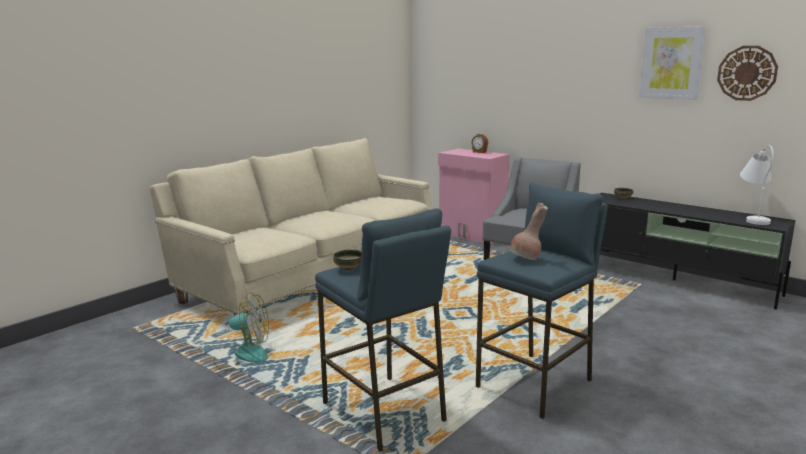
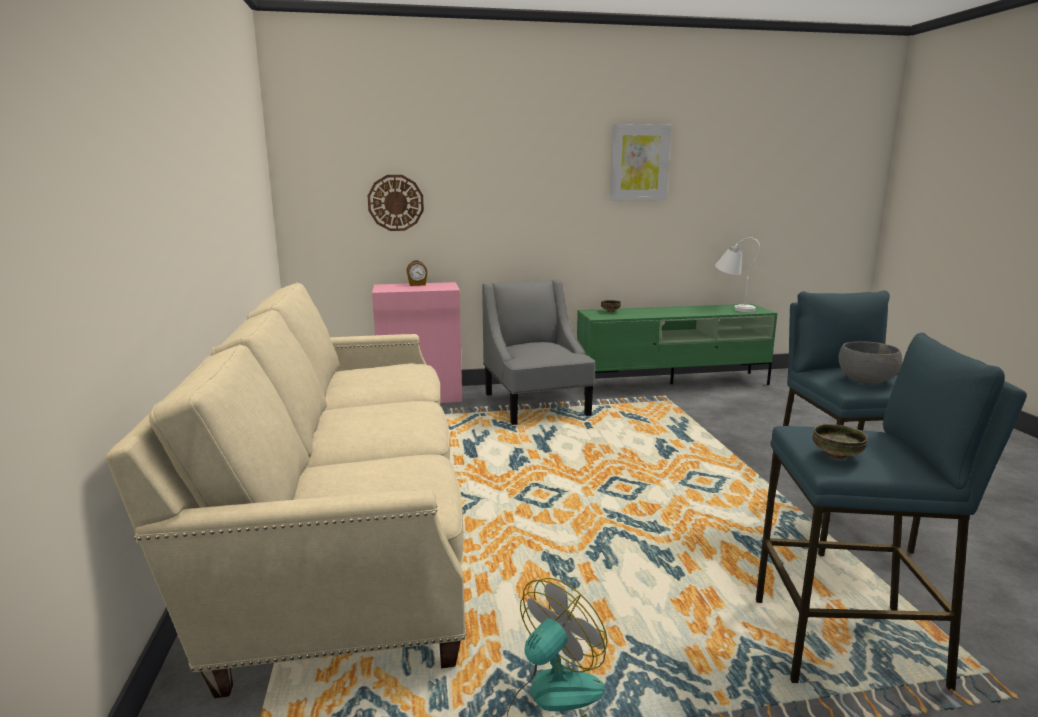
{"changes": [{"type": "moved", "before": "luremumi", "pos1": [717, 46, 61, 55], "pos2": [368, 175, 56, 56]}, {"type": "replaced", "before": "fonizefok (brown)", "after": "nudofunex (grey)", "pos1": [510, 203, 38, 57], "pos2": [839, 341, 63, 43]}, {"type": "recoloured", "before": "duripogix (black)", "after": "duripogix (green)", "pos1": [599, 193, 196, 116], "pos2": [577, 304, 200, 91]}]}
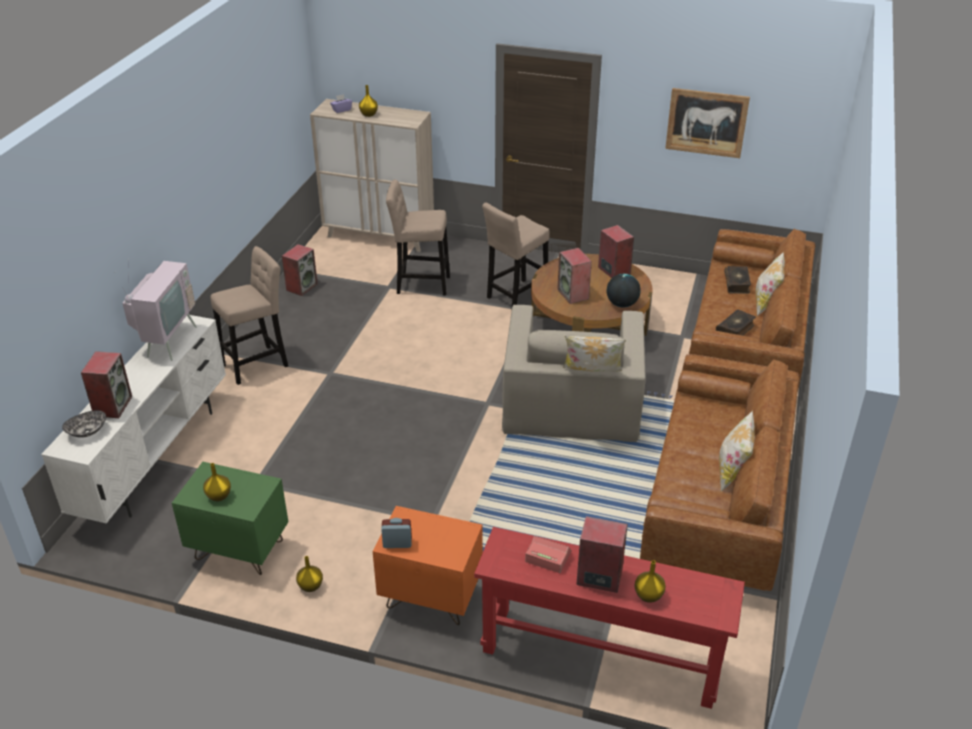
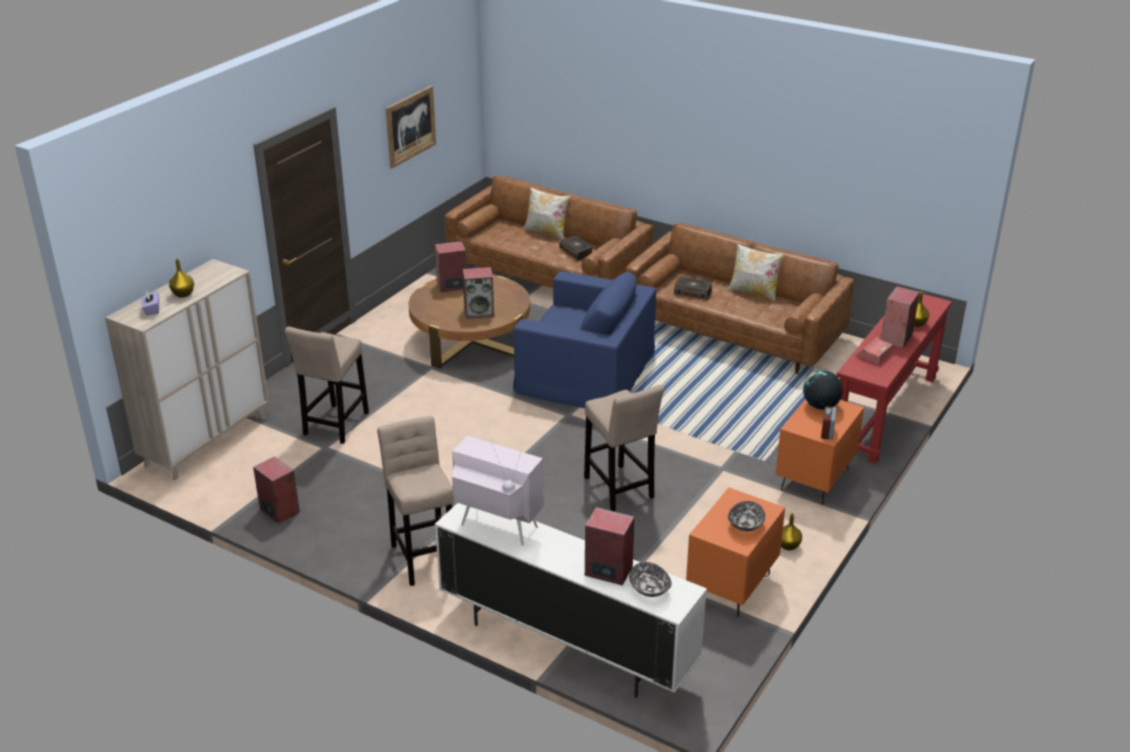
{"changes": [{"type": "removed", "before": "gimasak", "pos1": [563, 336, 63, 36]}, {"type": "moved", "before": "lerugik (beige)", "pos1": [482, 203, 68, 109], "pos2": [584, 385, 80, 126]}, {"type": "moved", "before": "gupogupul", "pos1": [607, 274, 34, 34], "pos2": [803, 371, 40, 39]}, {"type": "moved", "before": "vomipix", "pos1": [724, 266, 27, 28], "pos2": [674, 276, 38, 24]}, {"type": "replaced", "before": "fonizefok (yellow)", "after": "nudofunex", "pos1": [203, 463, 28, 38], "pos2": [728, 501, 37, 31]}, {"type": "recoloured", "before": "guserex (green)", "after": "guserex (orange)", "pos1": [172, 462, 116, 113], "pos2": [686, 488, 99, 129]}, {"type": "recoloured", "before": "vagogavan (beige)", "after": "vagogavan (blue)", "pos1": [502, 305, 144, 137], "pos2": [513, 271, 143, 137]}]}
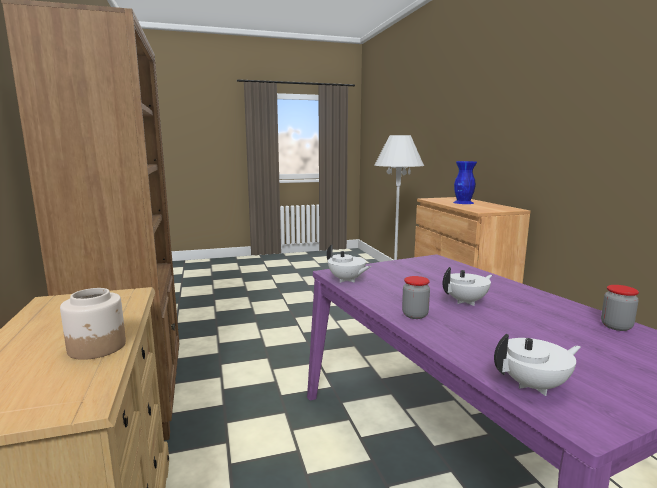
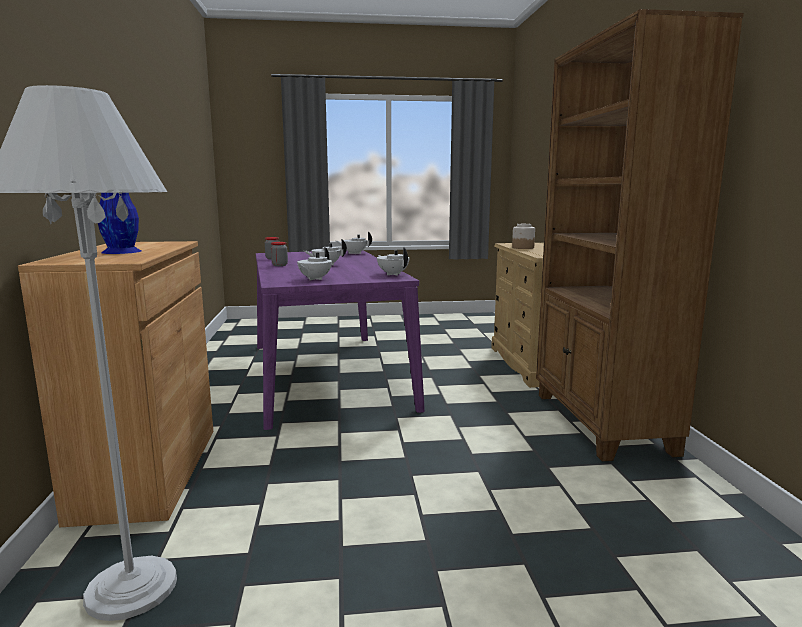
{"changes": [{"type": "added", "after": "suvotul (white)", "pos2": [297, 247, 35, 34]}, {"type": "moved", "before": "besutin", "pos1": [402, 276, 28, 43], "pos2": [271, 242, 17, 24]}]}
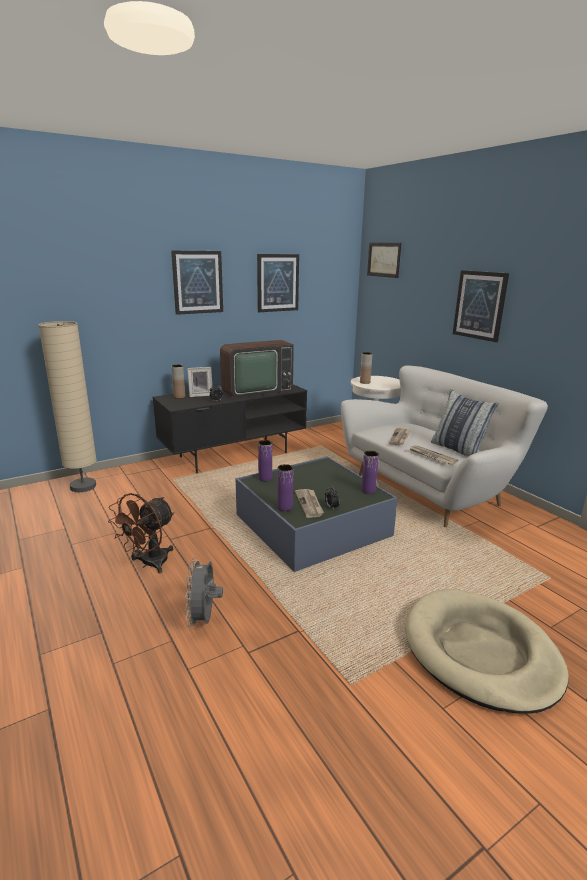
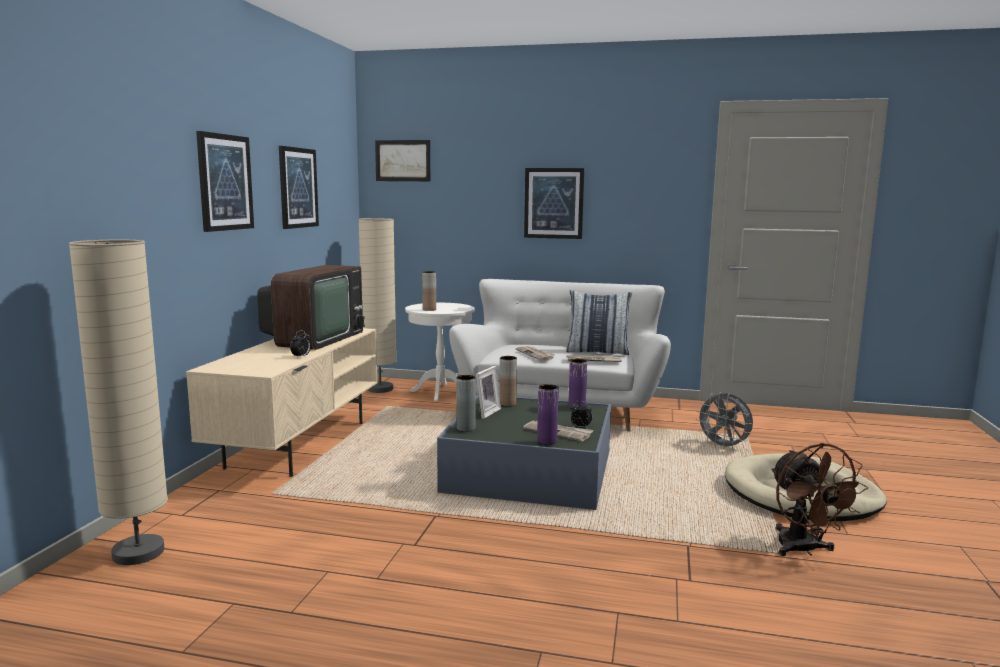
{"changes": [{"type": "added", "after": "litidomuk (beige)", "pos2": [358, 218, 39, 175]}, {"type": "moved", "before": "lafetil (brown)", "pos1": [108, 493, 67, 80], "pos2": [771, 443, 97, 113]}, {"type": "moved", "before": "fonizefok (brown)", "pos1": [171, 364, 14, 35], "pos2": [499, 356, 18, 50]}, {"type": "moved", "before": "lafetil (grey)", "pos1": [185, 557, 38, 71], "pos2": [695, 392, 58, 58]}, {"type": "moved", "before": "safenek", "pos1": [187, 367, 25, 30], "pos2": [476, 366, 25, 53]}, {"type": "recoloured", "before": "duripogix (black)", "after": "duripogix (beige)", "pos1": [153, 384, 154, 89], "pos2": [186, 328, 191, 149]}, {"type": "recoloured", "before": "fonizefok (purple)", "after": "fonizefok (grey)", "pos1": [258, 440, 14, 41], "pos2": [456, 375, 20, 57]}]}
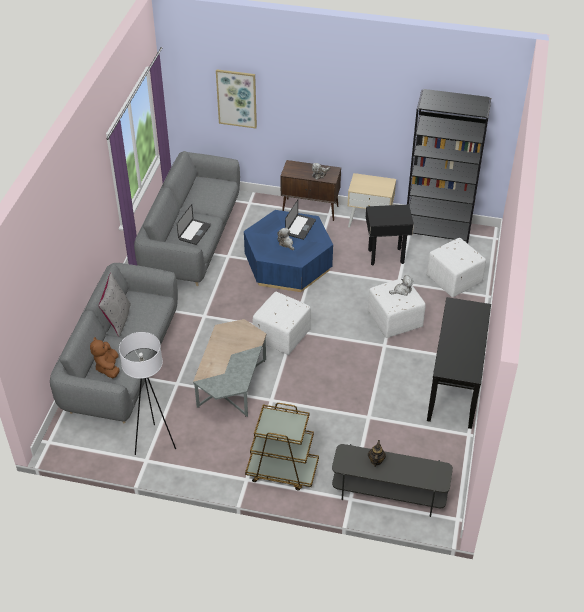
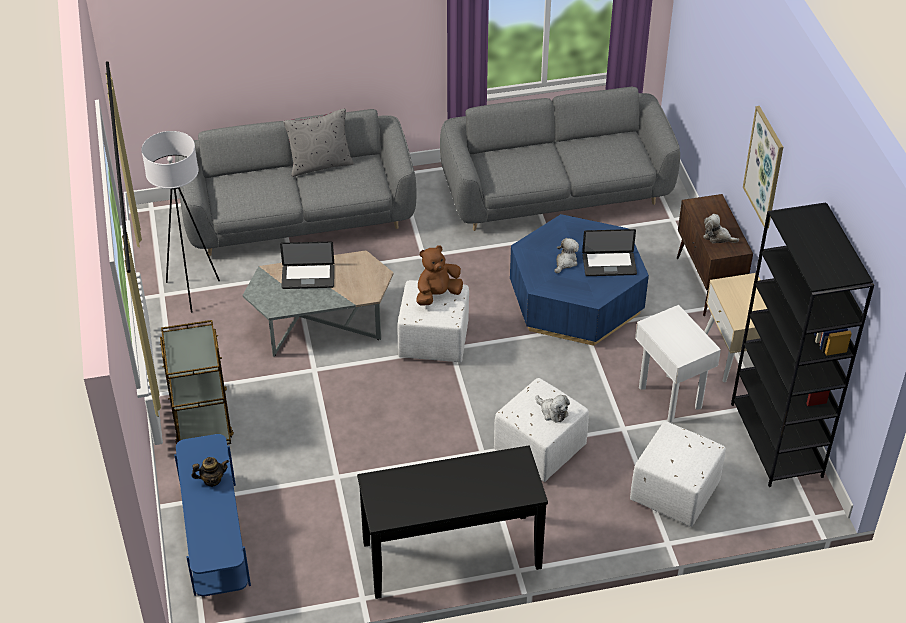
{"changes": [{"type": "moved", "before": "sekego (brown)", "pos1": [90, 337, 30, 41], "pos2": [416, 245, 47, 61]}, {"type": "moved", "before": "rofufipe", "pos1": [177, 204, 34, 41], "pos2": [280, 241, 54, 48]}, {"type": "moved", "before": "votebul", "pos1": [216, 69, 41, 60], "pos2": [743, 106, 40, 122]}, {"type": "recoloured", "before": "duripogix (grey)", "after": "duripogix (blue)", "pos1": [332, 444, 121, 73], "pos2": [174, 434, 77, 162]}, {"type": "recoloured", "before": "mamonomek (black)", "after": "mamonomek (white)", "pos1": [366, 204, 48, 61], "pos2": [635, 305, 86, 118]}]}
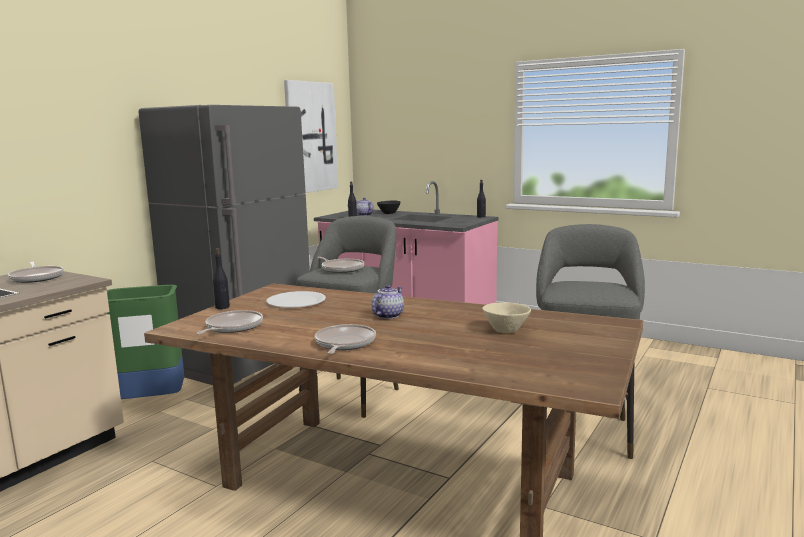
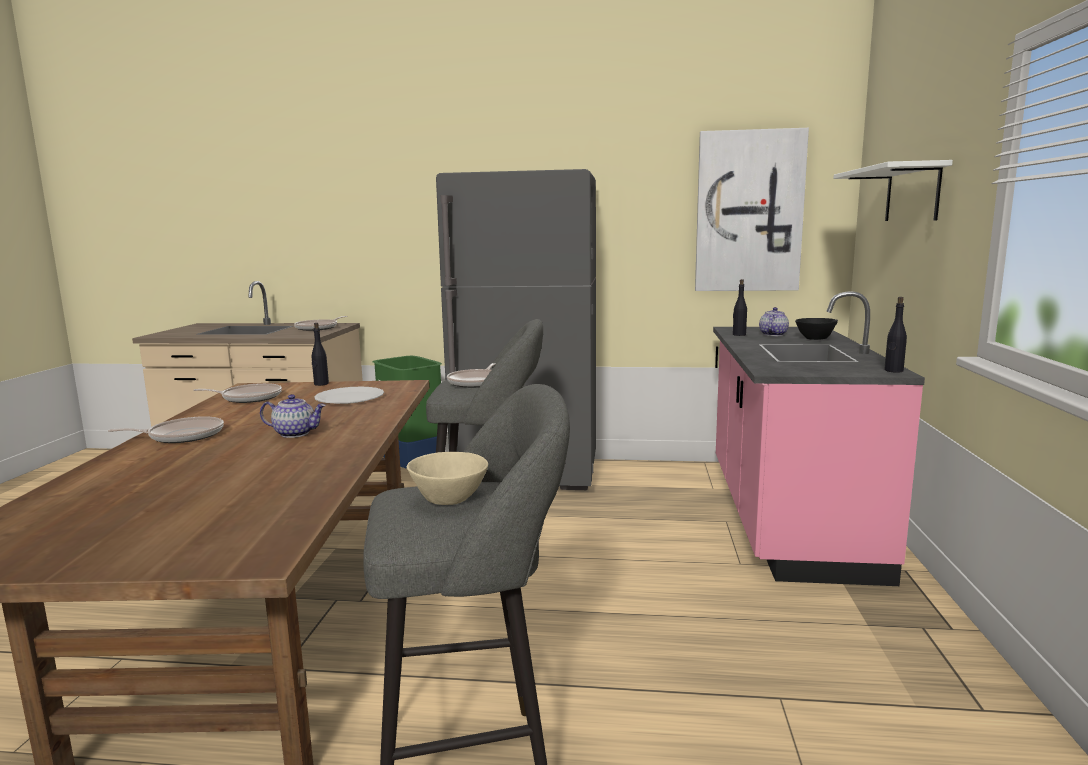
{"changes": [{"type": "added", "after": "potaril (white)", "pos2": [833, 160, 120, 61]}, {"type": "moved", "before": "nudofunex (beige)", "pos1": [482, 302, 49, 31], "pos2": [406, 452, 82, 53]}]}
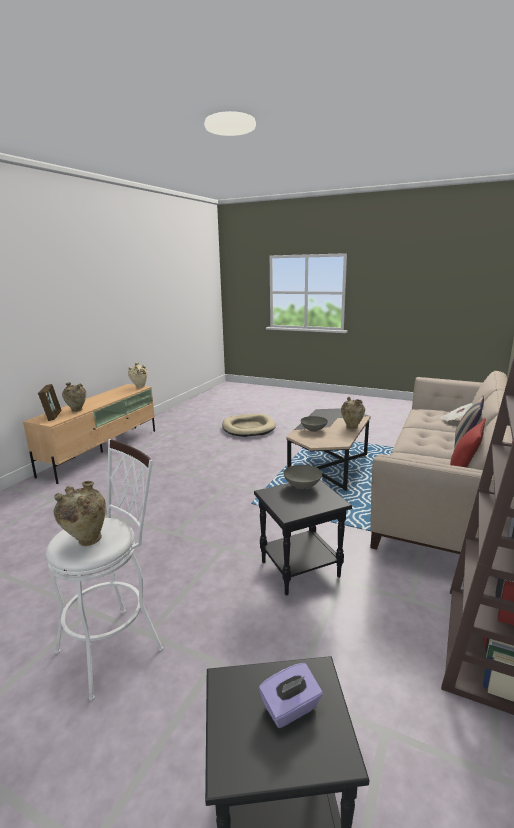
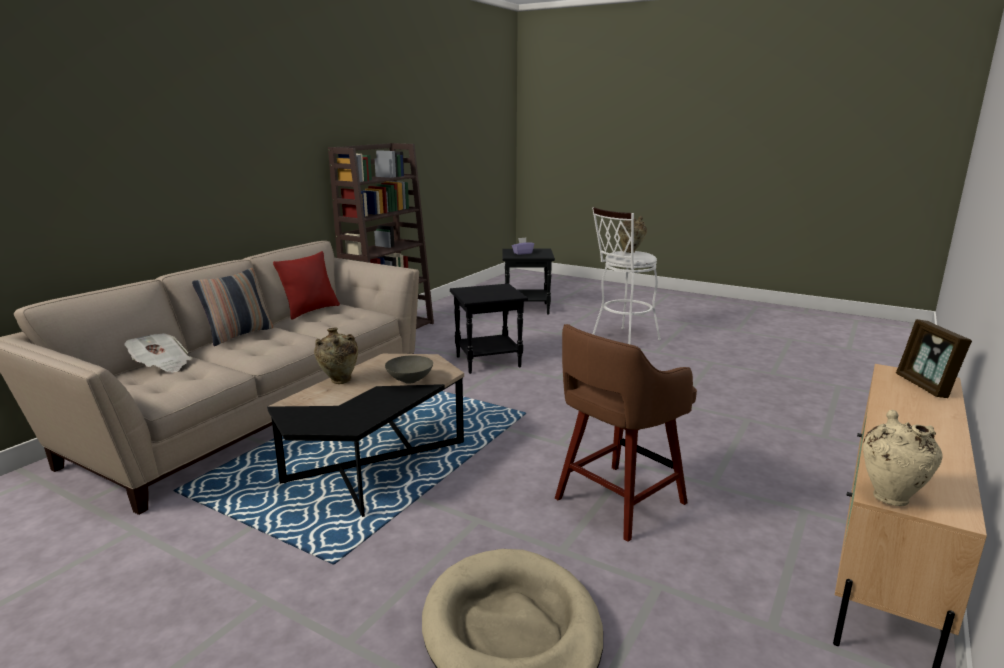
{"changes": [{"type": "removed", "before": "fonizefok (beige)", "pos1": [62, 382, 24, 30]}, {"type": "removed", "before": "nudofunex (grey)", "pos1": [283, 465, 39, 24]}, {"type": "added", "after": "lerugik (brown)", "pos2": [555, 324, 142, 218]}]}
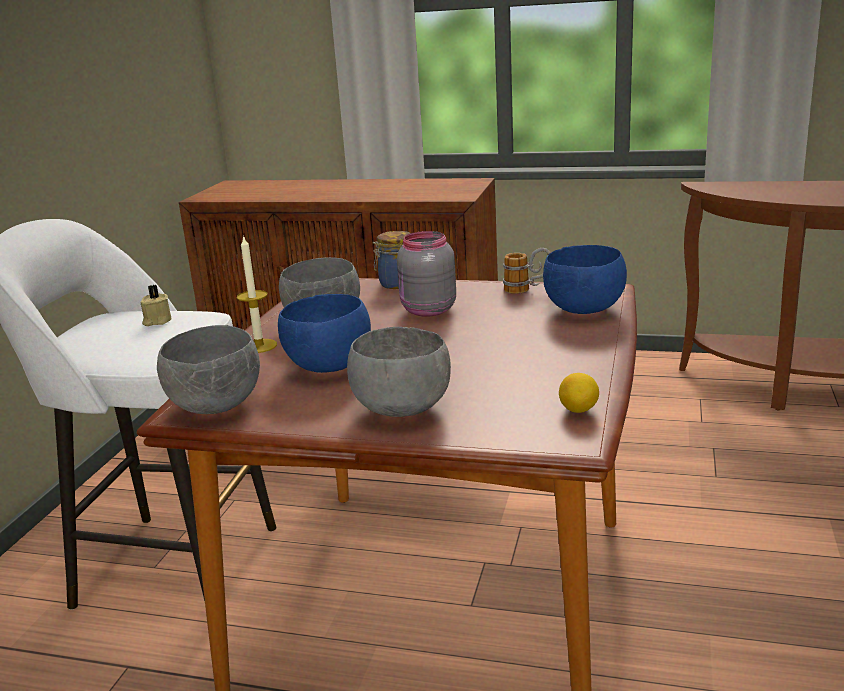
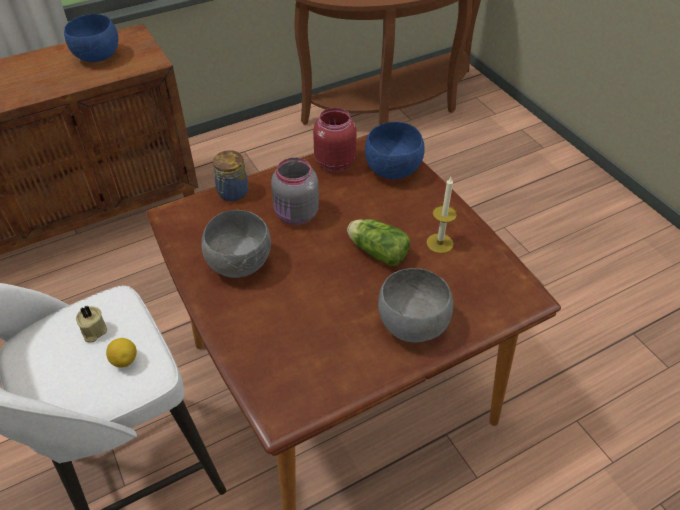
{"changes": [{"type": "removed", "before": "nudofunex (grey)", "pos1": [157, 325, 103, 89]}, {"type": "added", "after": "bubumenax", "pos2": [347, 219, 63, 47]}, {"type": "moved", "before": "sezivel", "pos1": [237, 235, 40, 118], "pos2": [426, 177, 31, 76]}, {"type": "moved", "before": "nudofunex (blue)", "pos1": [278, 294, 93, 79], "pos2": [64, 14, 55, 48]}, {"type": "moved", "before": "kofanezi", "pos1": [559, 373, 40, 40], "pos2": [106, 338, 31, 30]}, {"type": "replaced", "before": "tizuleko", "after": "besutin (red)", "pos1": [503, 248, 49, 46], "pos2": [313, 108, 44, 63]}]}
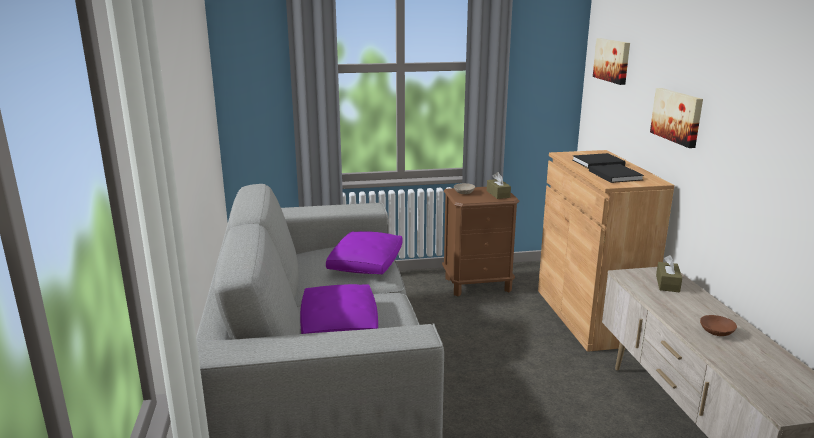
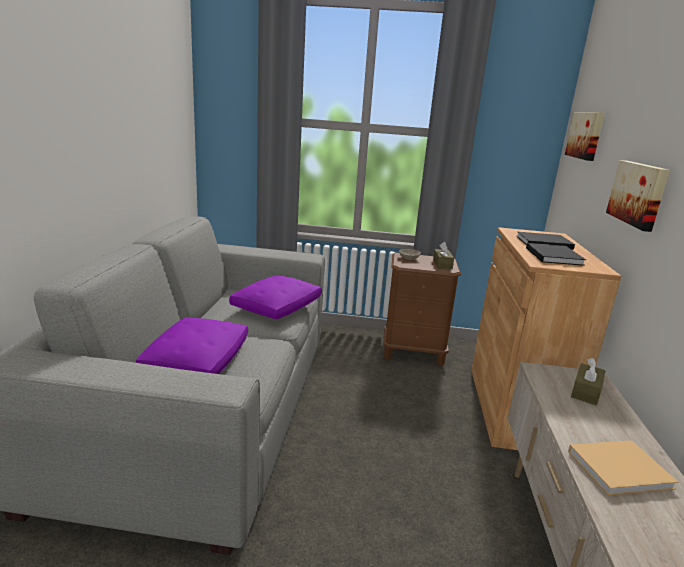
{"changes": [{"type": "replaced", "before": "nudofunex (brown)", "after": "vomipix (beige)", "pos1": [700, 315, 37, 21], "pos2": [568, 440, 110, 56]}]}
